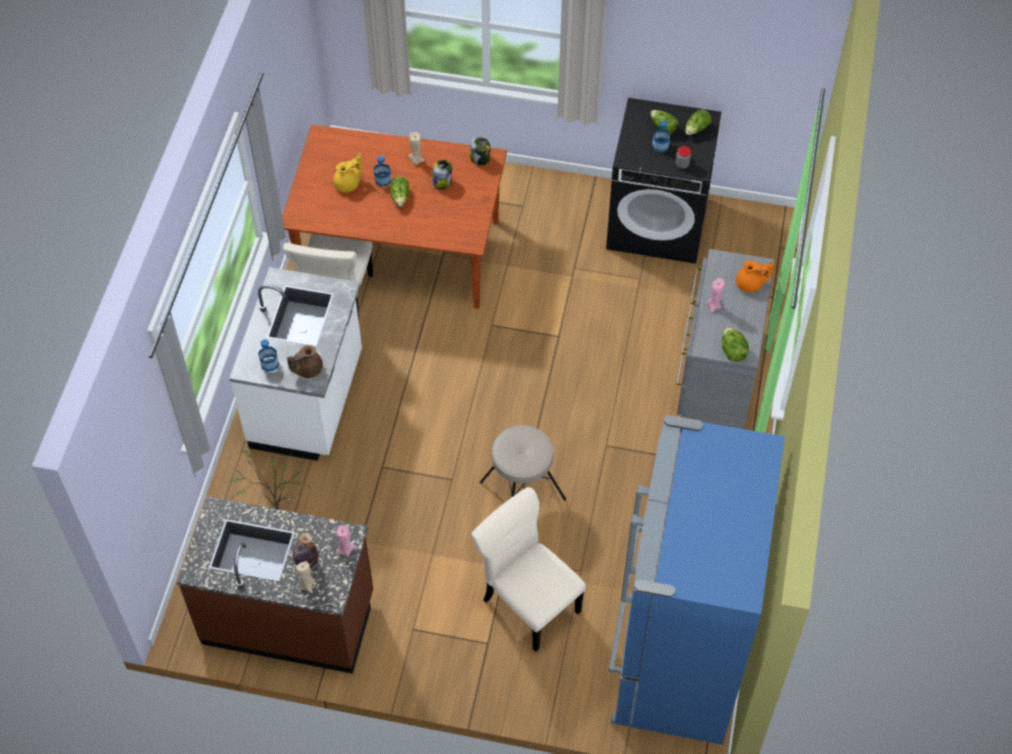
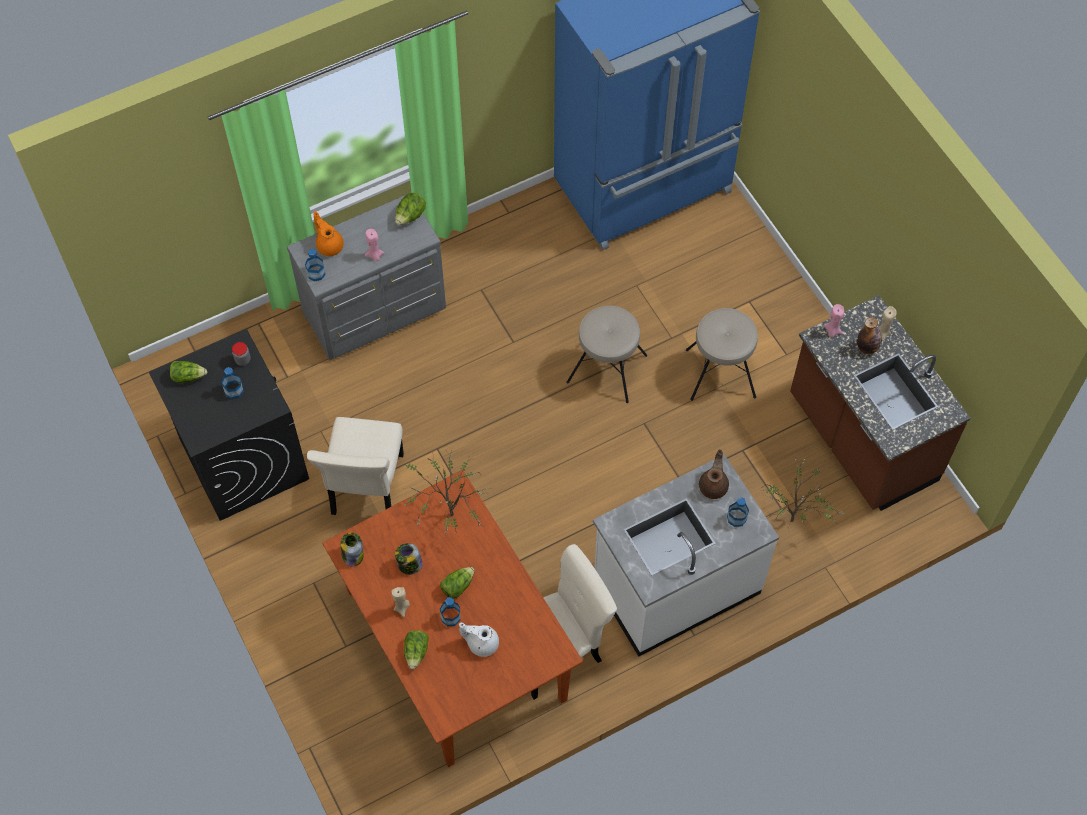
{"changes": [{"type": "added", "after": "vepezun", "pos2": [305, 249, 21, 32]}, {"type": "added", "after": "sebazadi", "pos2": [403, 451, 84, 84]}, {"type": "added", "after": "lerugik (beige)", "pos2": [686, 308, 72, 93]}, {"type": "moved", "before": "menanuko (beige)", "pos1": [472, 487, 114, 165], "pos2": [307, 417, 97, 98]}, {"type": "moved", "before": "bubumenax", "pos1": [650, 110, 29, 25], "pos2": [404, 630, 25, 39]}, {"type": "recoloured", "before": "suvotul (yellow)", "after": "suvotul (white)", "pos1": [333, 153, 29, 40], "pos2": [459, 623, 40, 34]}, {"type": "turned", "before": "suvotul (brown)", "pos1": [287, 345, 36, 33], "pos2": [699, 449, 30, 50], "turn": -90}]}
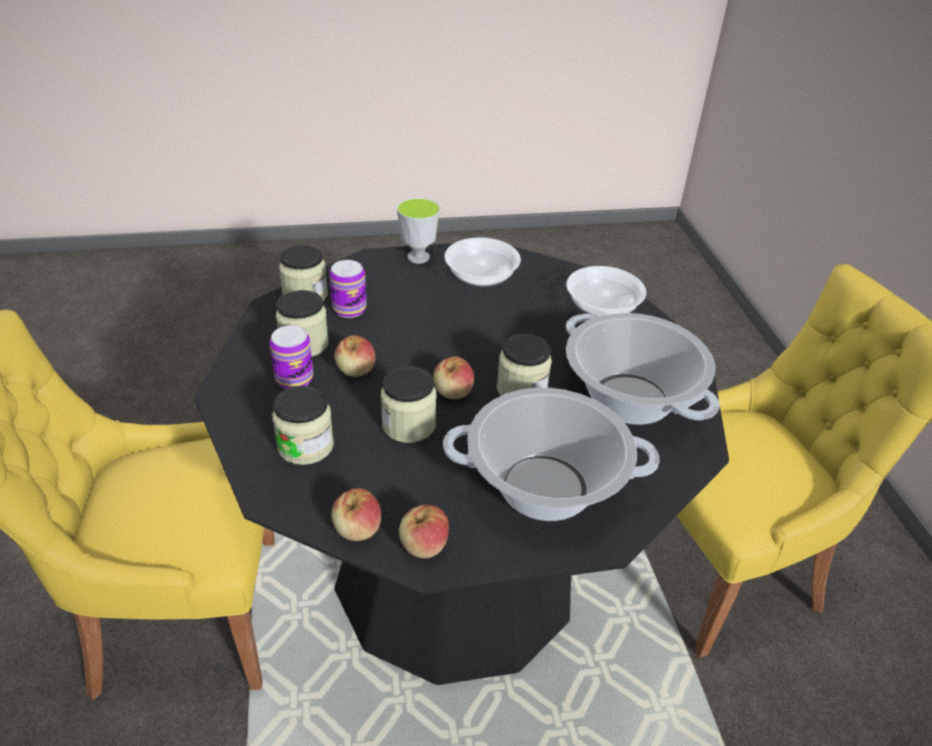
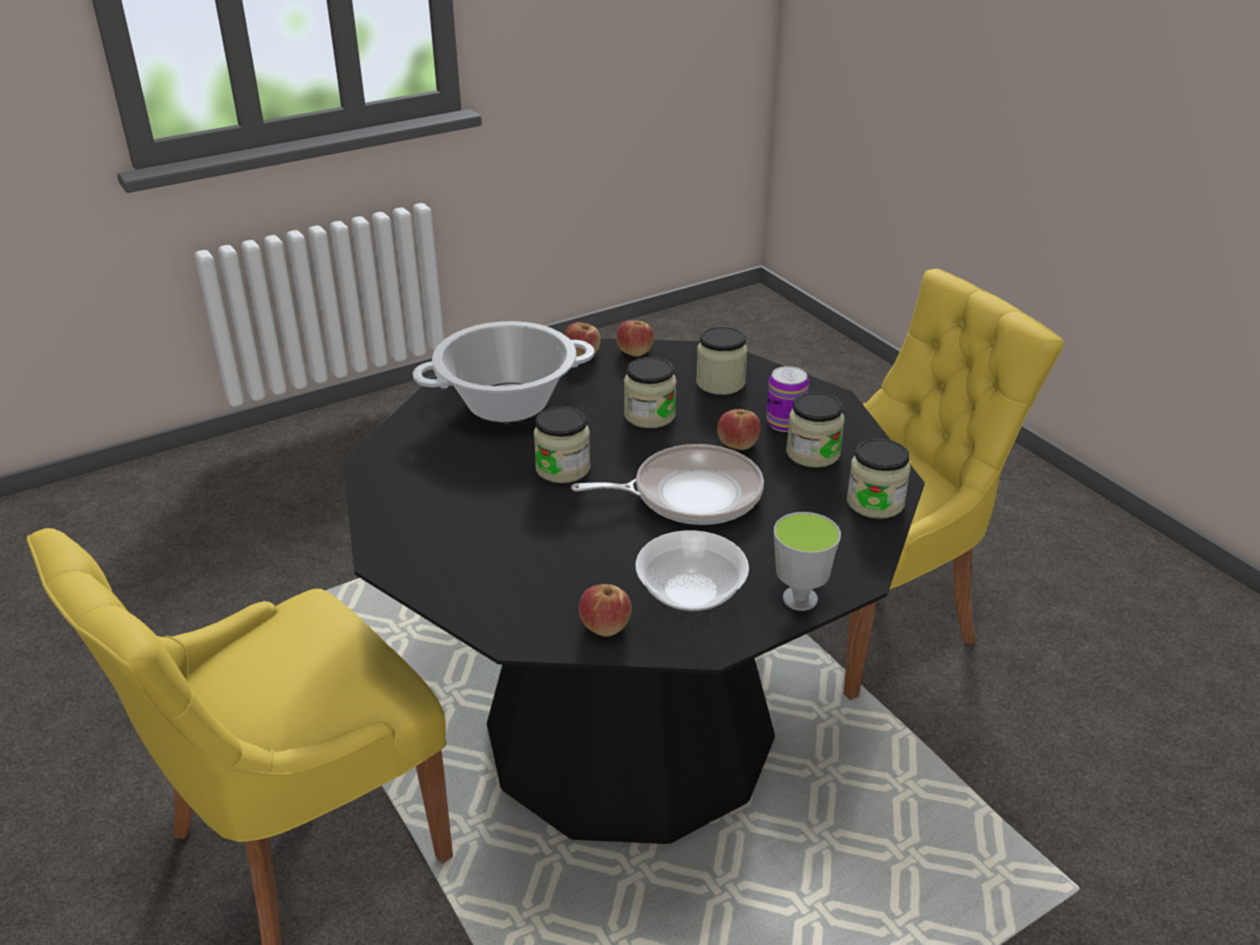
{"changes": [{"type": "removed", "before": "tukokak", "pos1": [329, 260, 38, 58]}, {"type": "removed", "before": "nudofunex", "pos1": [566, 266, 80, 50]}, {"type": "removed", "before": "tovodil", "pos1": [566, 313, 154, 112]}, {"type": "added", "after": "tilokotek", "pos2": [571, 444, 193, 81]}, {"type": "moved", "before": "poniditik", "pos1": [433, 356, 41, 43], "pos2": [579, 584, 53, 53]}]}
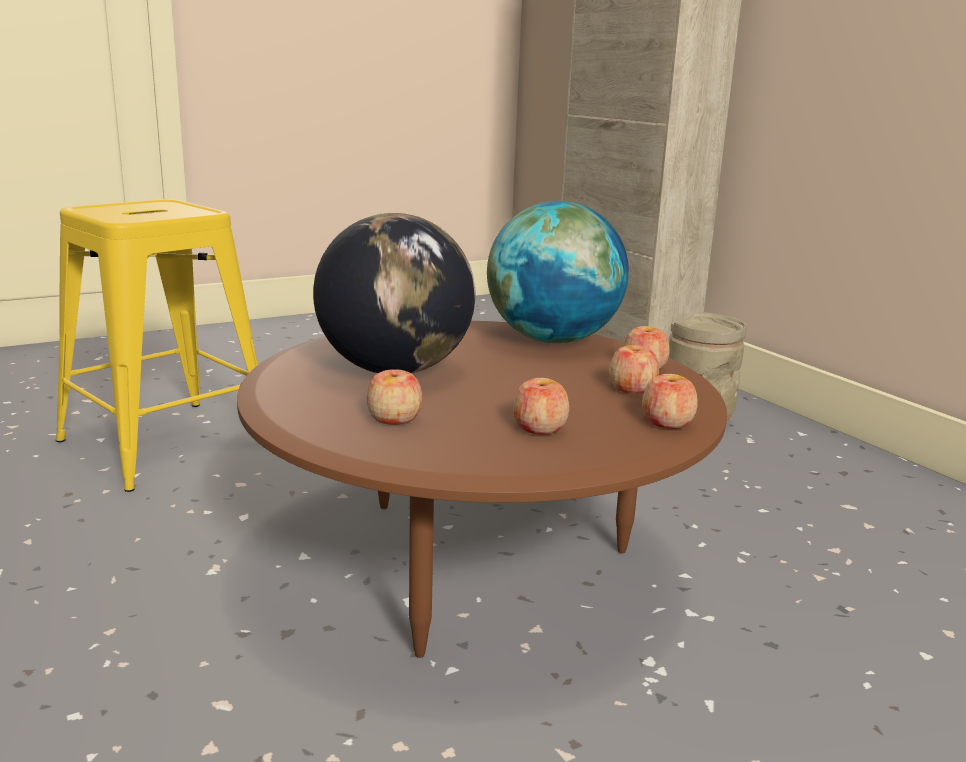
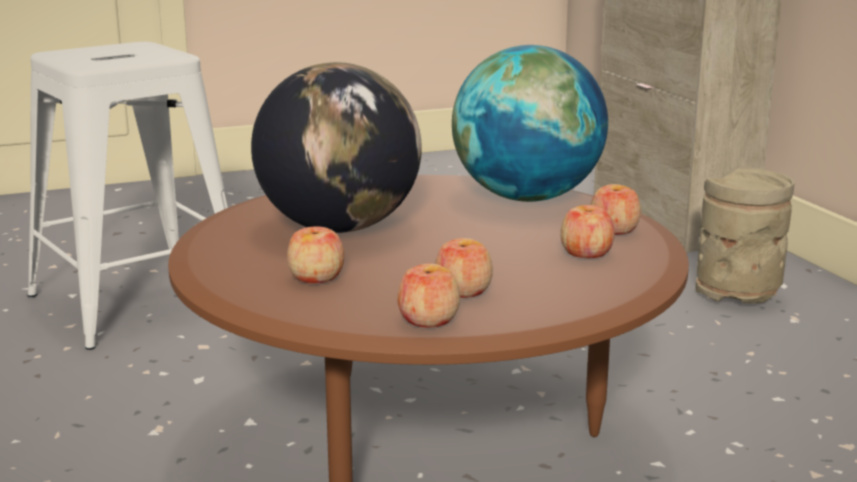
{"changes": [{"type": "moved", "before": "poniditik", "pos1": [642, 374, 56, 55], "pos2": [397, 264, 63, 63]}, {"type": "recoloured", "before": "lerugik (yellow)", "after": "lerugik (white)", "pos1": [56, 199, 202, 293], "pos2": [27, 42, 201, 308]}]}
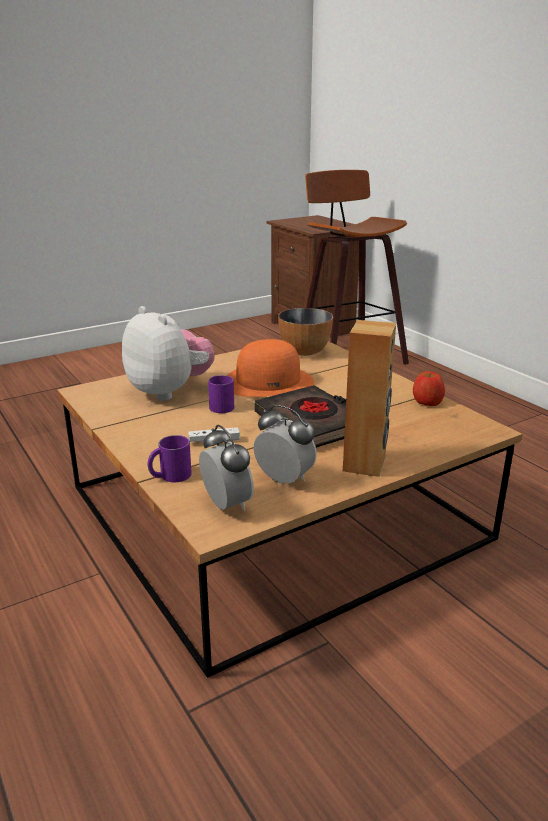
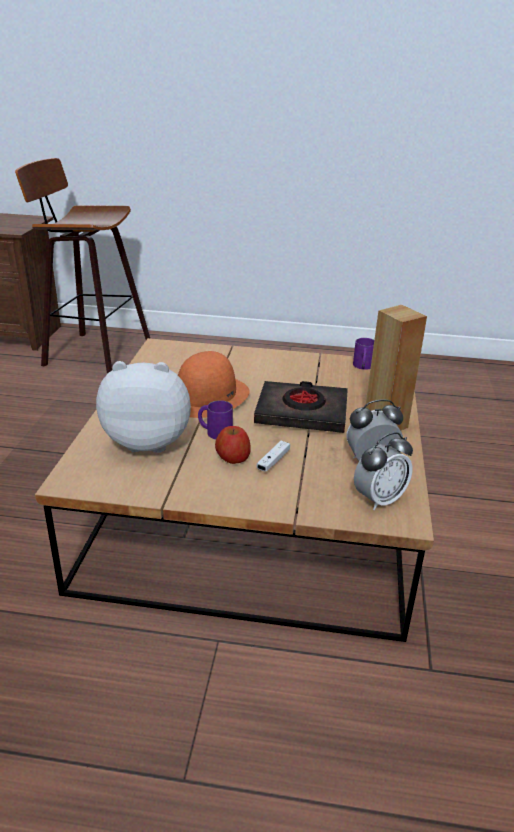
{"changes": [{"type": "removed", "before": "nudofunex", "pos1": [278, 308, 55, 48]}, {"type": "moved", "before": "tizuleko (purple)", "pos1": [148, 435, 44, 47], "pos2": [353, 338, 21, 32]}, {"type": "moved", "before": "poniditik", "pos1": [413, 371, 32, 35], "pos2": [215, 426, 36, 38]}, {"type": "turned", "before": "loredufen", "pos1": [199, 425, 55, 86], "pos2": [354, 432, 59, 78], "turn": 135}]}
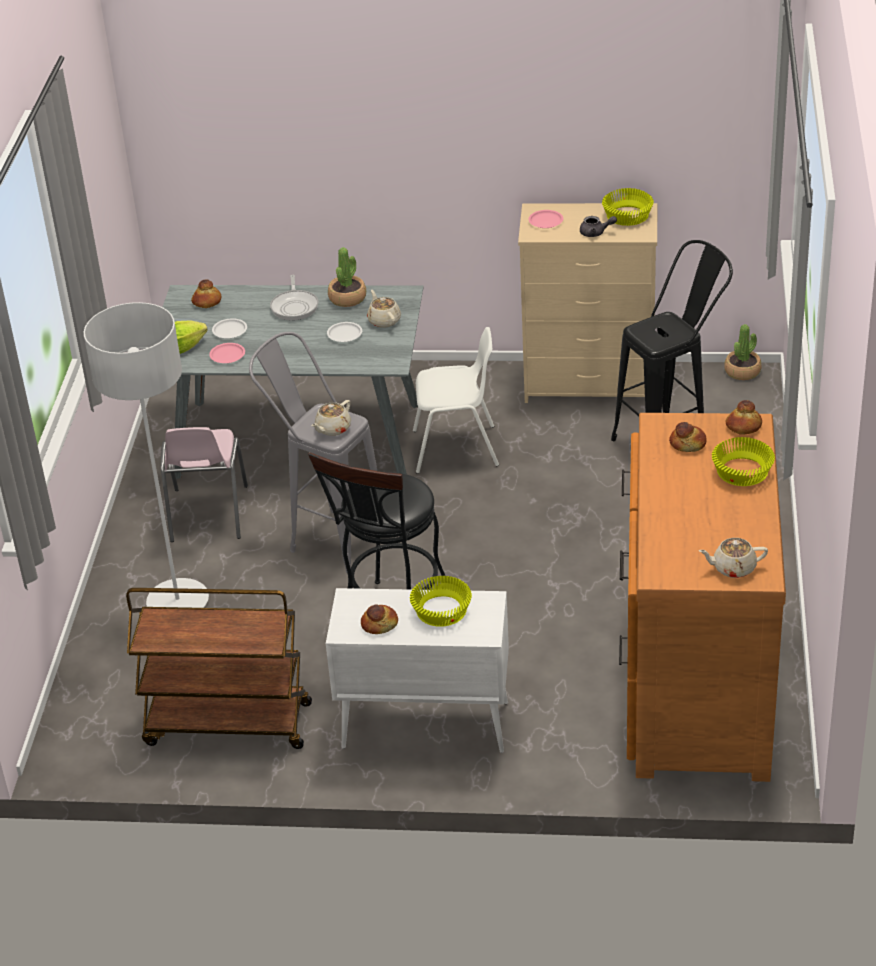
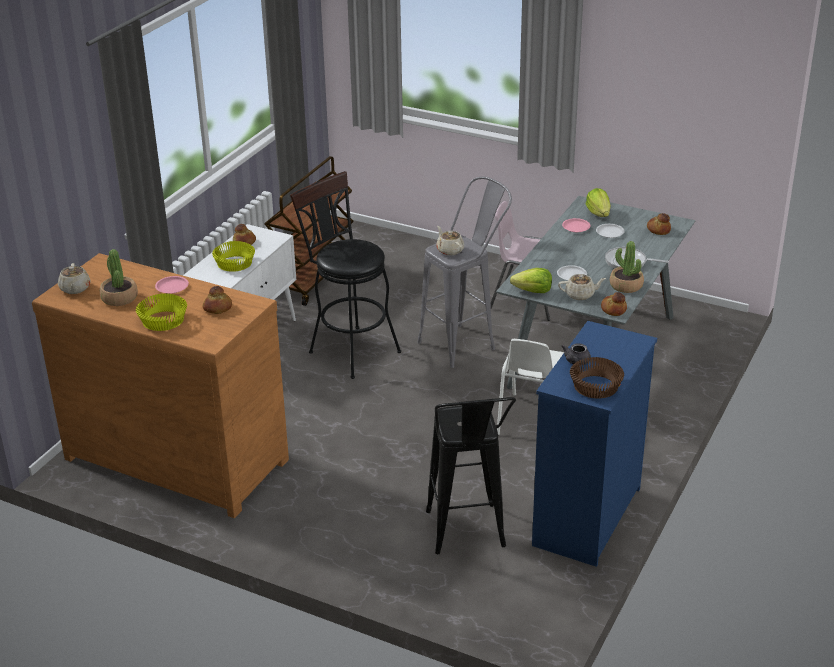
{"changes": [{"type": "removed", "before": "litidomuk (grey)", "pos1": [84, 302, 125, 306]}, {"type": "added", "after": "bubumenax", "pos2": [510, 268, 42, 25]}, {"type": "moved", "before": "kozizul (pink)", "pos1": [528, 210, 35, 18], "pos2": [155, 276, 34, 18]}, {"type": "moved", "before": "sebazadi", "pos1": [724, 324, 37, 56], "pos2": [100, 249, 38, 57]}, {"type": "moved", "before": "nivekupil", "pos1": [726, 400, 36, 35], "pos2": [601, 292, 26, 24]}, {"type": "recoloured", "before": "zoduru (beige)", "after": "zoduru (blue)", "pos1": [518, 203, 139, 200], "pos2": [532, 321, 125, 246]}, {"type": "recoloured", "before": "nudofunex (yellow)", "after": "nudofunex (brown)", "pos1": [602, 188, 52, 38], "pos2": [570, 357, 54, 42]}, {"type": "turned", "before": "suvotul (beige)", "pos1": [699, 538, 69, 40], "pos2": [58, 263, 33, 31], "turn": 150}]}
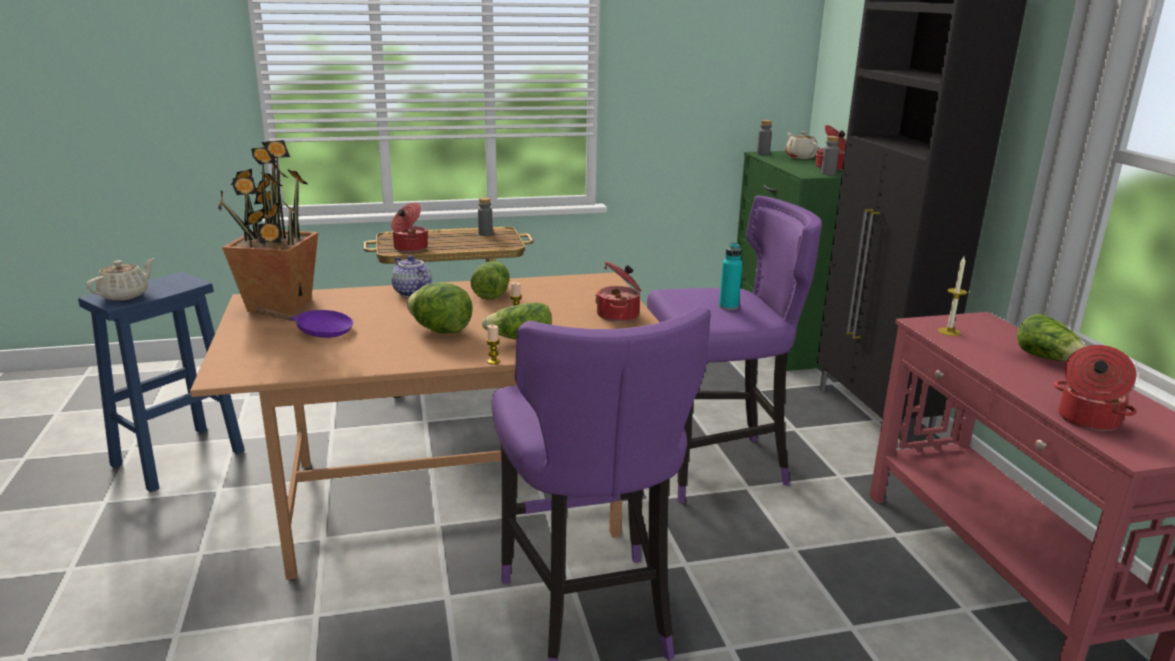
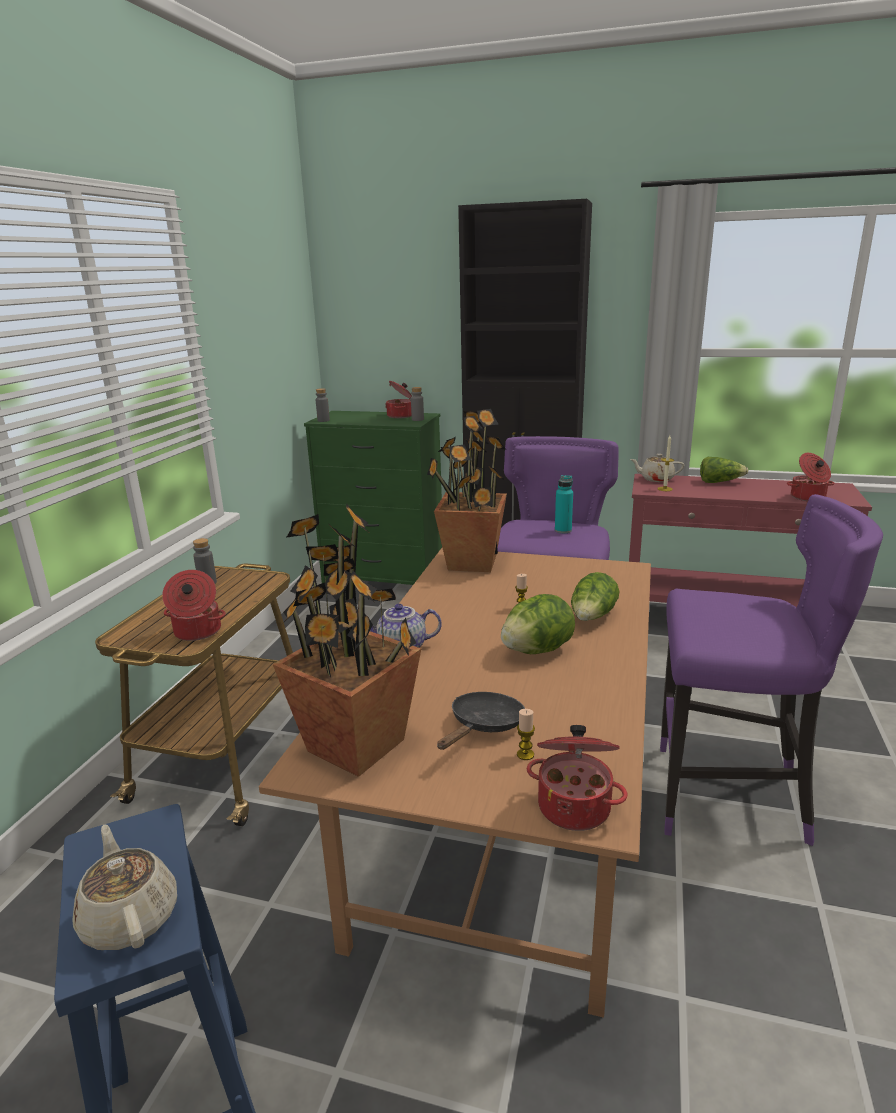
{"changes": [{"type": "removed", "before": "bubumenax", "pos1": [470, 261, 40, 39]}, {"type": "added", "after": "sebazadi", "pos2": [427, 409, 80, 163]}, {"type": "moved", "before": "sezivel", "pos1": [486, 325, 14, 40], "pos2": [517, 709, 18, 51]}, {"type": "moved", "before": "tovodil", "pos1": [595, 261, 46, 61], "pos2": [527, 725, 101, 106]}, {"type": "moved", "before": "suvotul (beige)", "pos1": [785, 131, 33, 28], "pos2": [630, 454, 55, 28]}, {"type": "recoloured", "before": "tilokotek (purple)", "after": "tilokotek (black)", "pos1": [255, 308, 98, 30], "pos2": [437, 692, 88, 58]}]}
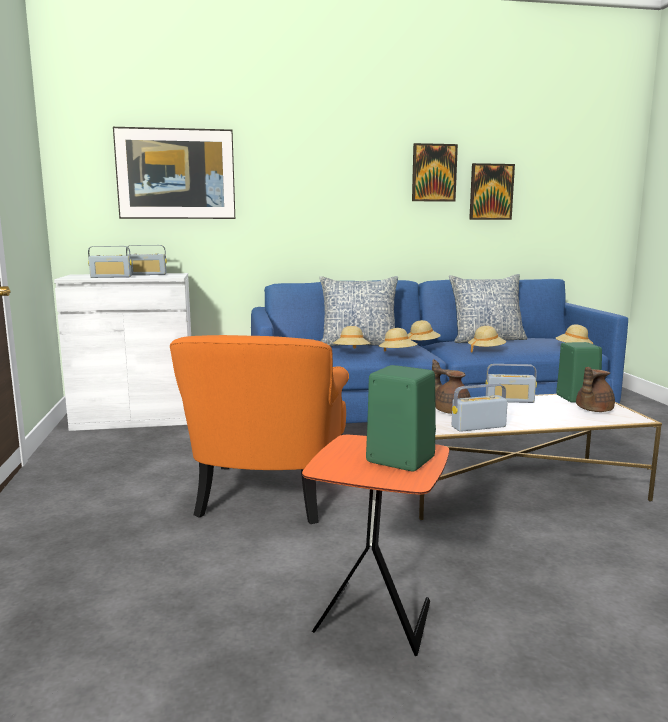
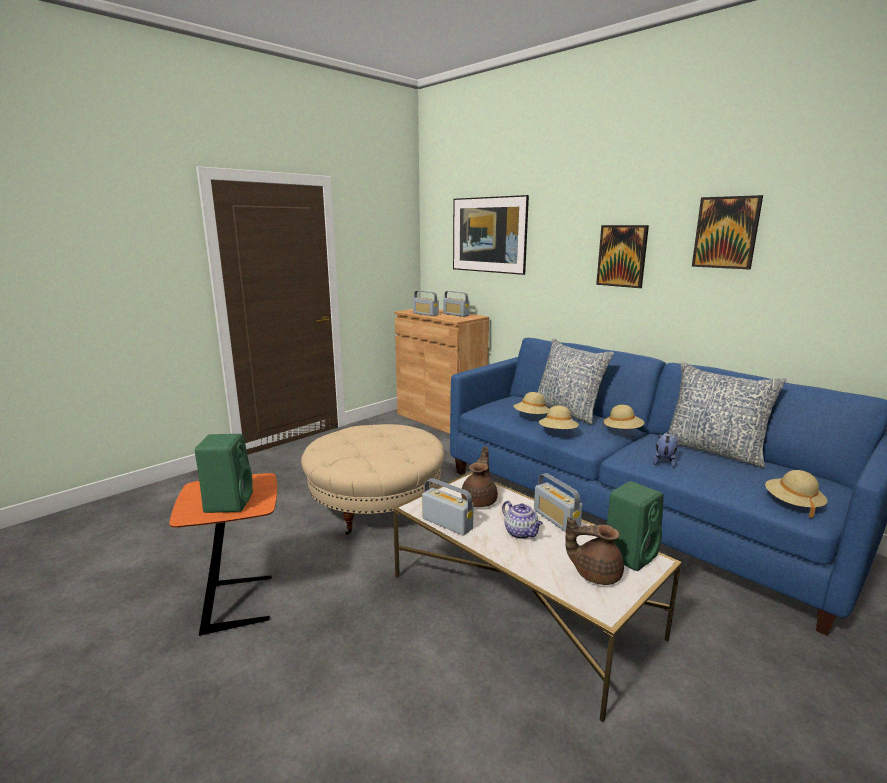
{"changes": [{"type": "added", "after": "suvotul", "pos2": [502, 501, 41, 38]}, {"type": "moved", "before": "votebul", "pos1": [469, 163, 46, 57], "pos2": [596, 225, 53, 63]}, {"type": "replaced", "before": "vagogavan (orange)", "after": "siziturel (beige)", "pos1": [170, 335, 179, 189], "pos2": [301, 424, 143, 111]}, {"type": "replaced", "before": "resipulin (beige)", "after": "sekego", "pos1": [468, 326, 38, 27], "pos2": [653, 432, 25, 36]}, {"type": "recoloured", "before": "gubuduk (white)", "after": "gubuduk (brown)", "pos1": [54, 273, 137, 158], "pos2": [395, 309, 94, 125]}]}
